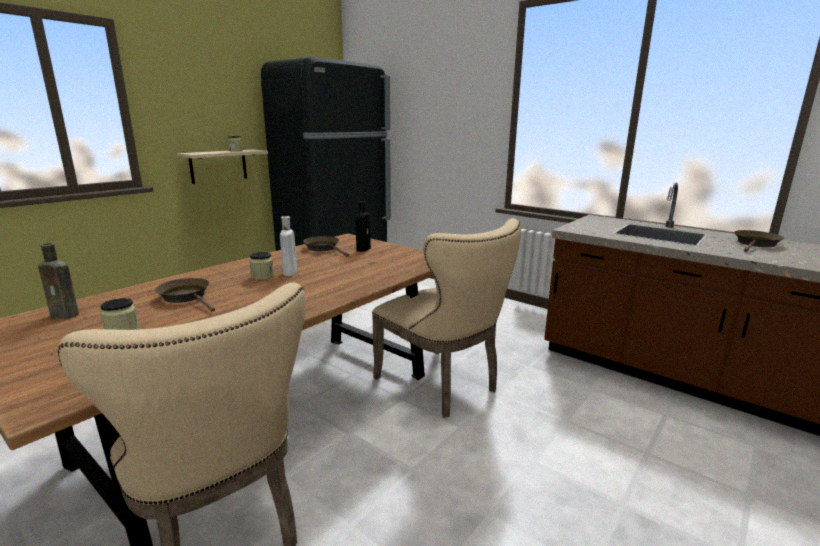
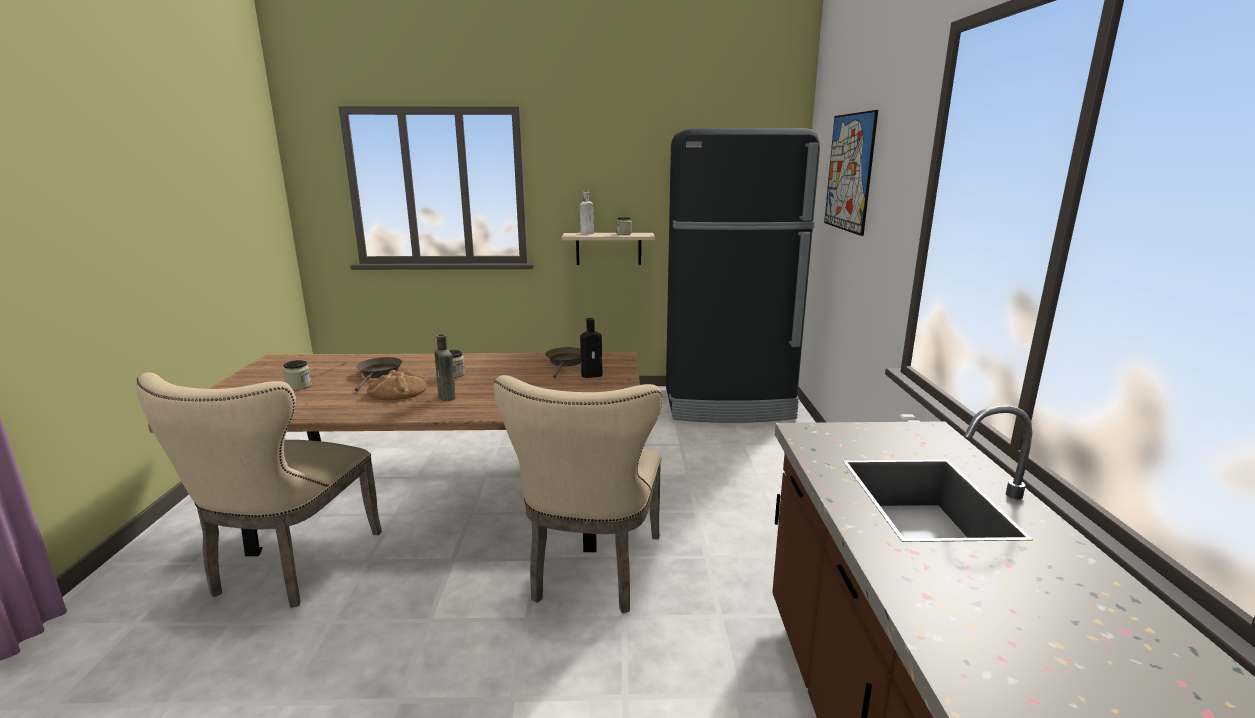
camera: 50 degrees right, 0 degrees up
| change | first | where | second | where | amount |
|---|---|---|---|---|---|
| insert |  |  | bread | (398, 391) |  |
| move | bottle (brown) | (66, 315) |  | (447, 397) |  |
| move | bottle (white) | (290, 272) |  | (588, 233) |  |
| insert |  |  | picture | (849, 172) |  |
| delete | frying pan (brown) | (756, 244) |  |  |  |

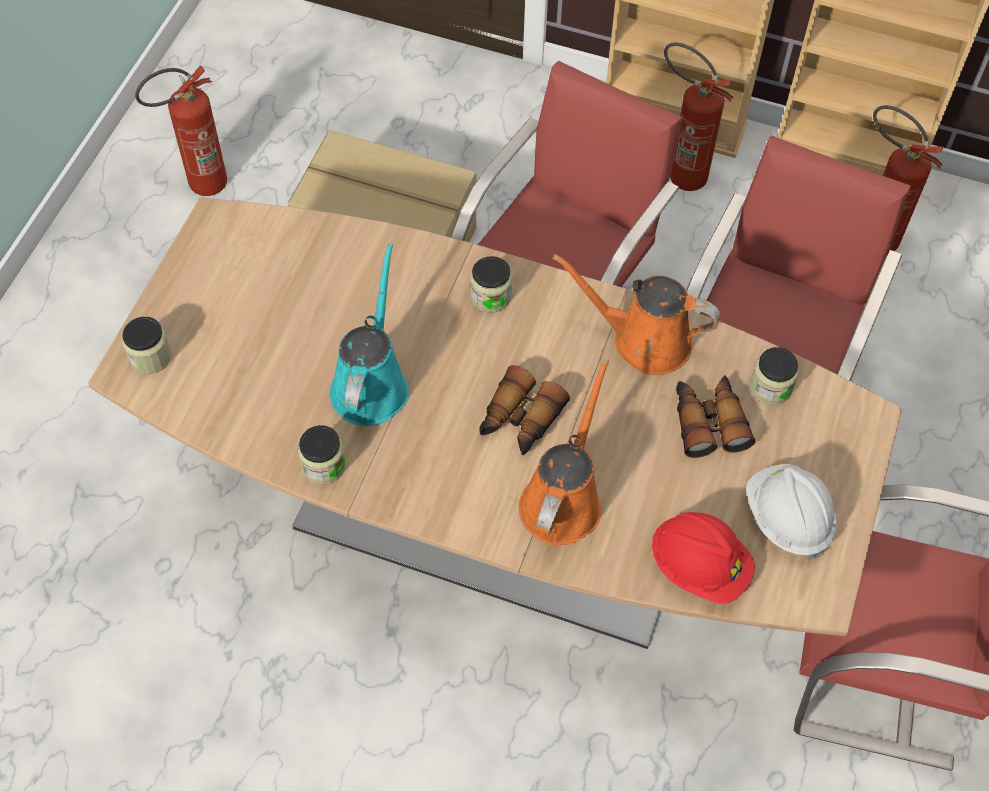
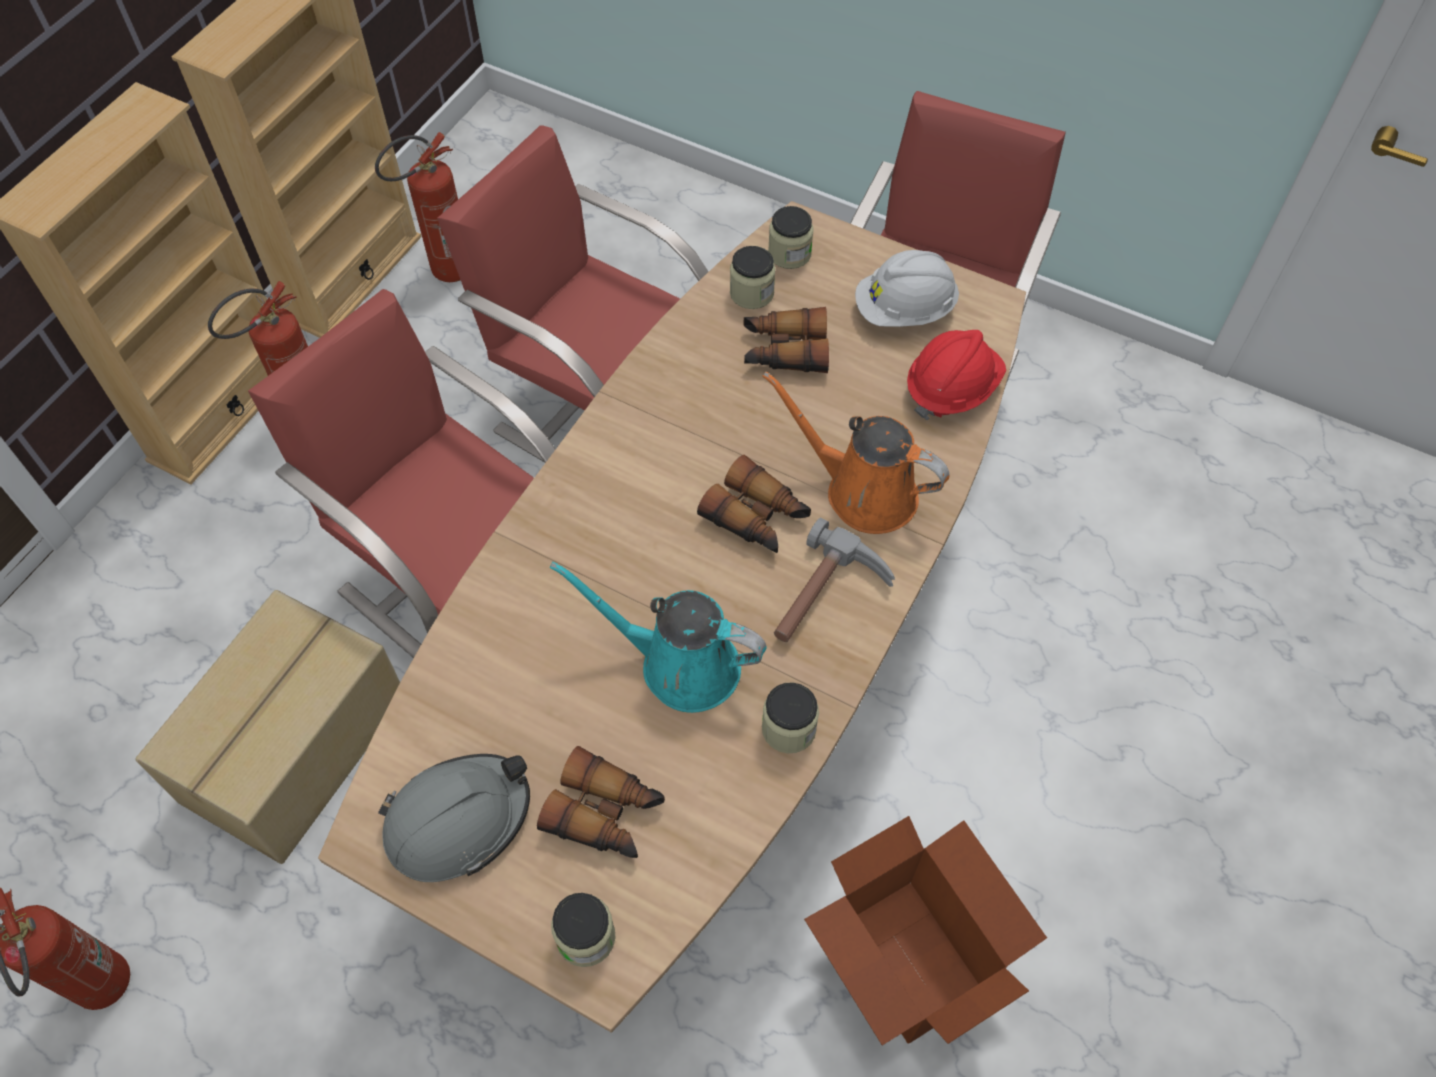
camera: 80 degrees left, 0 degrees up
| change | first | where | second | where | amount |
|---|---|---|---|---|---|
| insert |  |  | hard hat (grey) | (458, 820) |  |
| insert |  |  | binoculars | (605, 814) |  |
| move | jar | (490, 296) |  | (789, 253) |  |
| insert |  |  | hammer | (828, 599) |  |
| insert |  |  | cardboard box | (907, 962) |  |
| delete | watering can (orange) | (644, 340) |  |  |  |

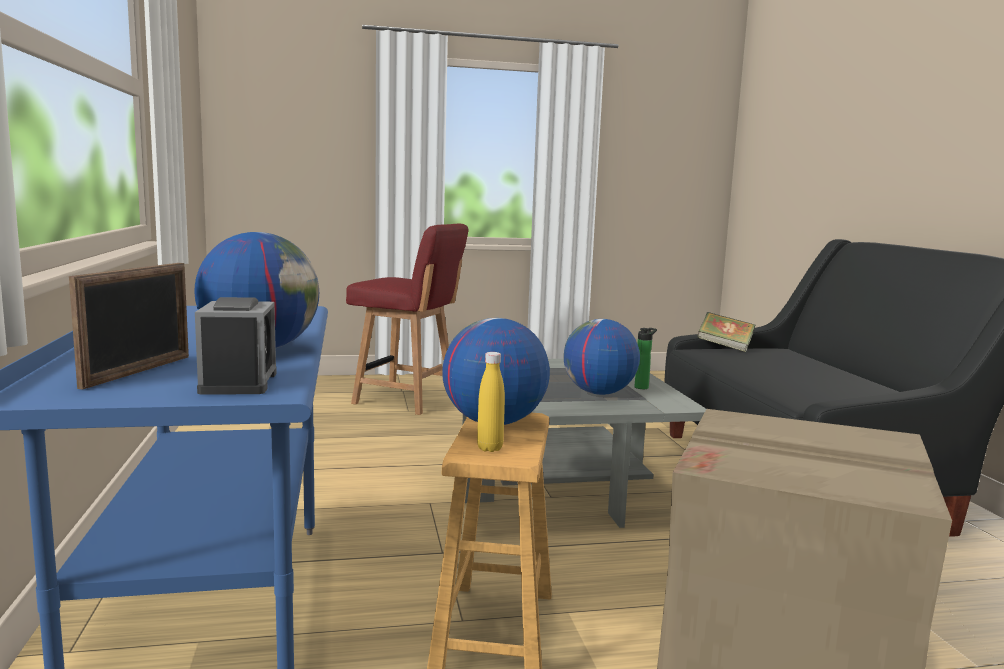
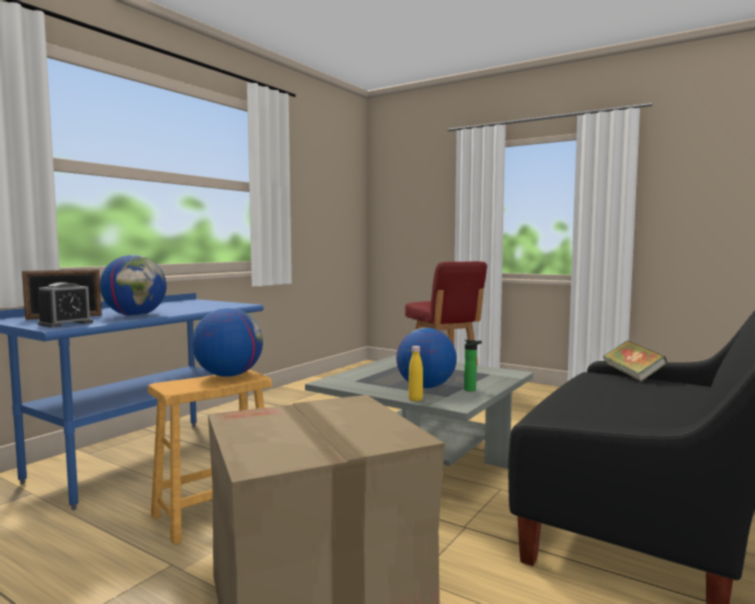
camera: 45 degrees right, 5 degrees down
| change | first | where | second | where | amount |
|---|---|---|---|---|---|
| move | bottle (yellow) | (490, 448) |  | (415, 399) |  |

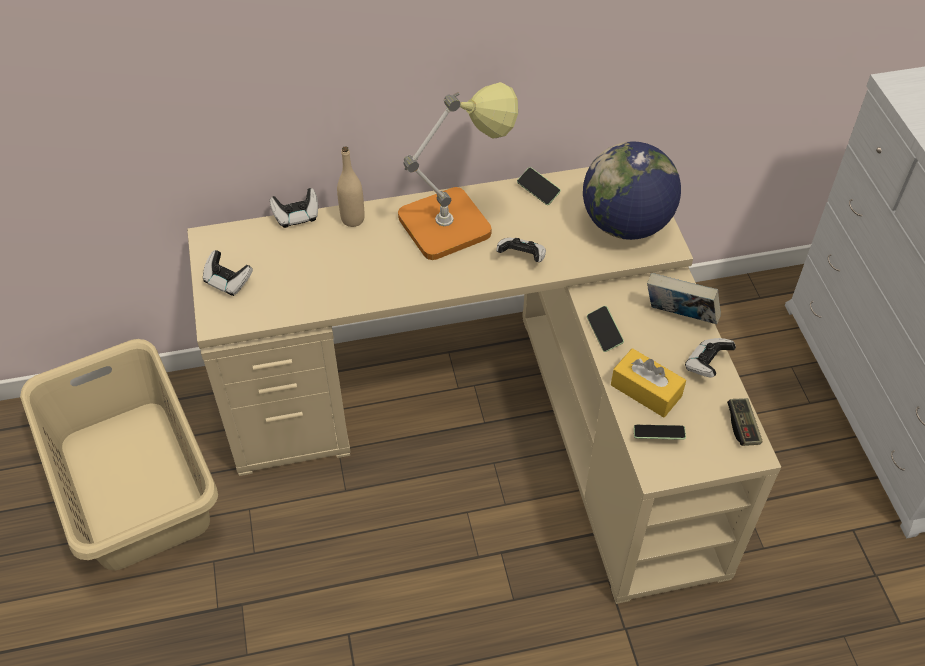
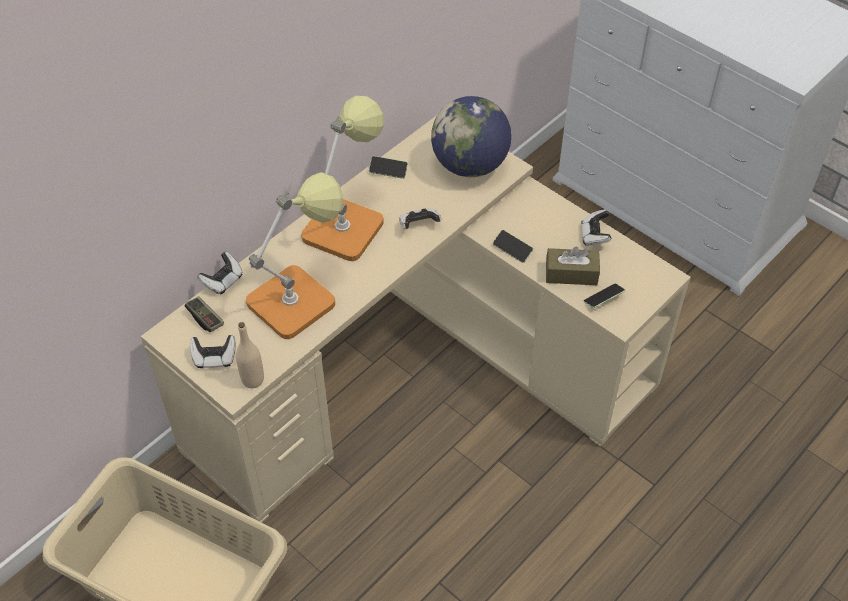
camera: 35 degrees left, 0 degrees up
| change | first | where | second | where | amount |
|---|---|---|---|---|---|
| move | game controller | (742, 426) |  | (205, 318) |  |
| move | bottle (beige) | (353, 219) |  | (253, 380) |  |
| insert |  |  | table lamp | (299, 297) |  |
| recolor | tissue box (yellow) | (646, 390) | tissue box (brown) | (571, 274) |  |
| delete | book | (679, 317) |  |  |  |

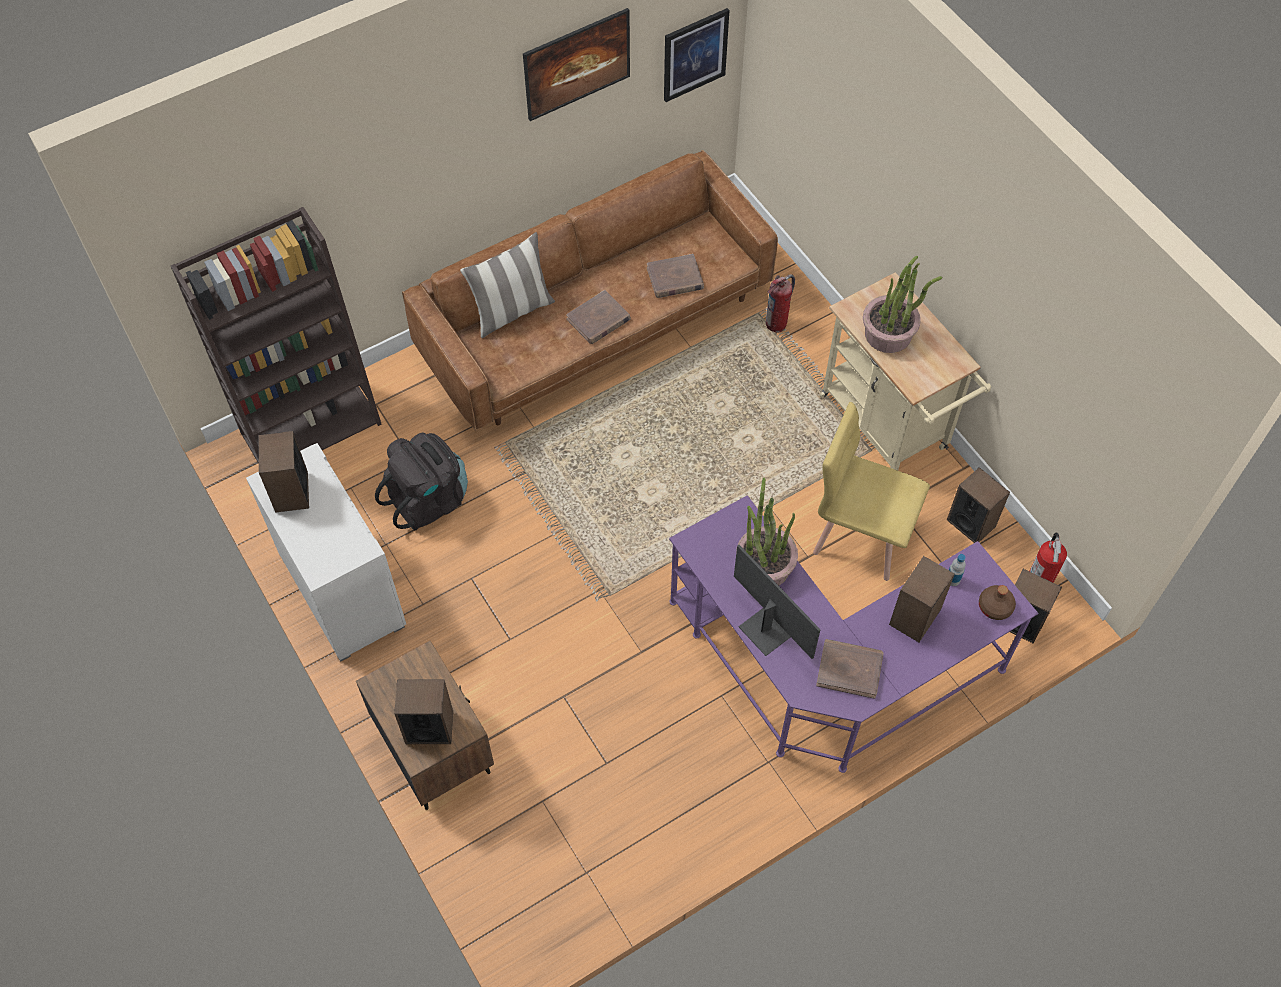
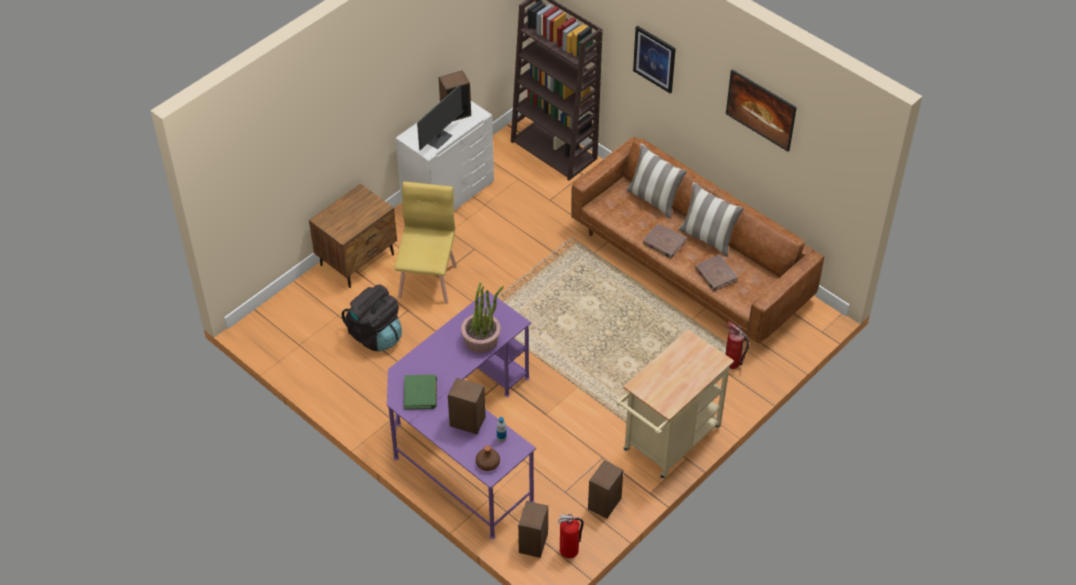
camera: 75 degrees right, 10 degrees down
| change | first | where | second | where | amount |
|---|---|---|---|---|---|
| move | backpack (black) | (429, 499) |  | (375, 335) |  |
| move | chair (yellow) | (861, 535) |  | (428, 280) |  |
| recolor | book (brown) | (849, 669) | book (green) | (420, 393) |  |
| move | monitor | (765, 630) |  | (438, 138) |  |
| move | picture | (695, 54) |  | (654, 59) |  |
| insert |  |  | pillow | (708, 238) |  |
| delete | speaker | (429, 727) |  |  |  |
| delete | potted plant | (888, 334) |  |  |  |

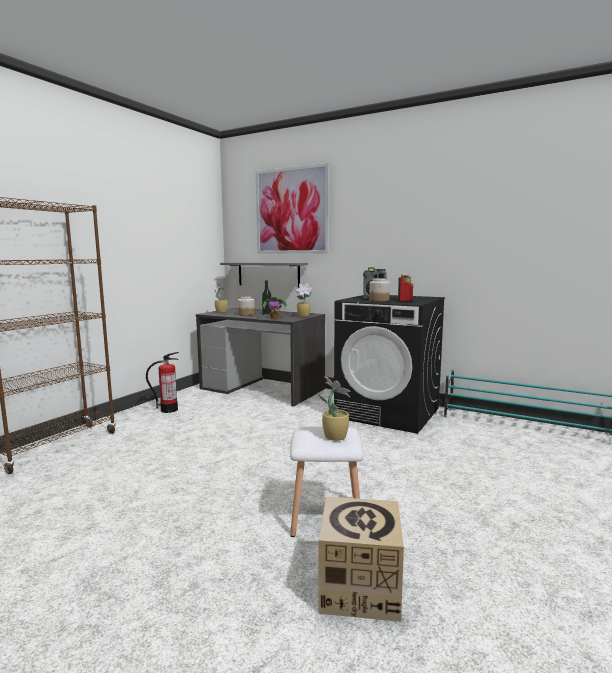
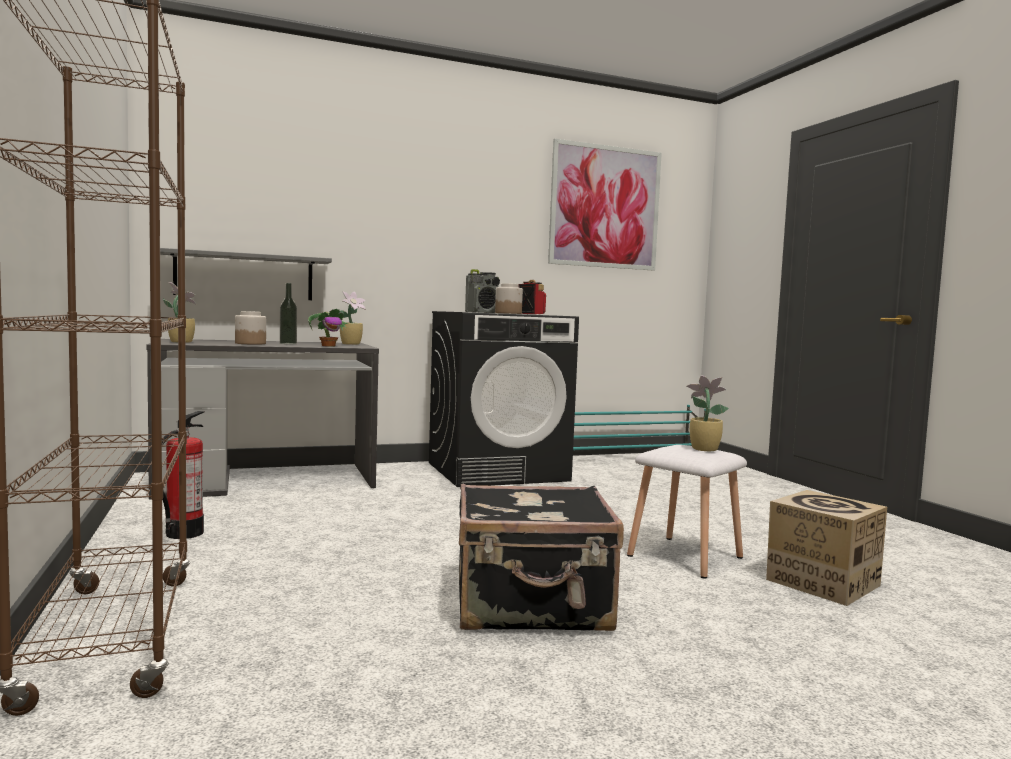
camera: 50 degrees left, 5 degrees down
| change | first | where | second | where | amount |
|---|---|---|---|---|---|
| insert |  |  | suitcase (black) | (532, 606) |  |
| move | picture | (291, 211) |  | (605, 207) |  |

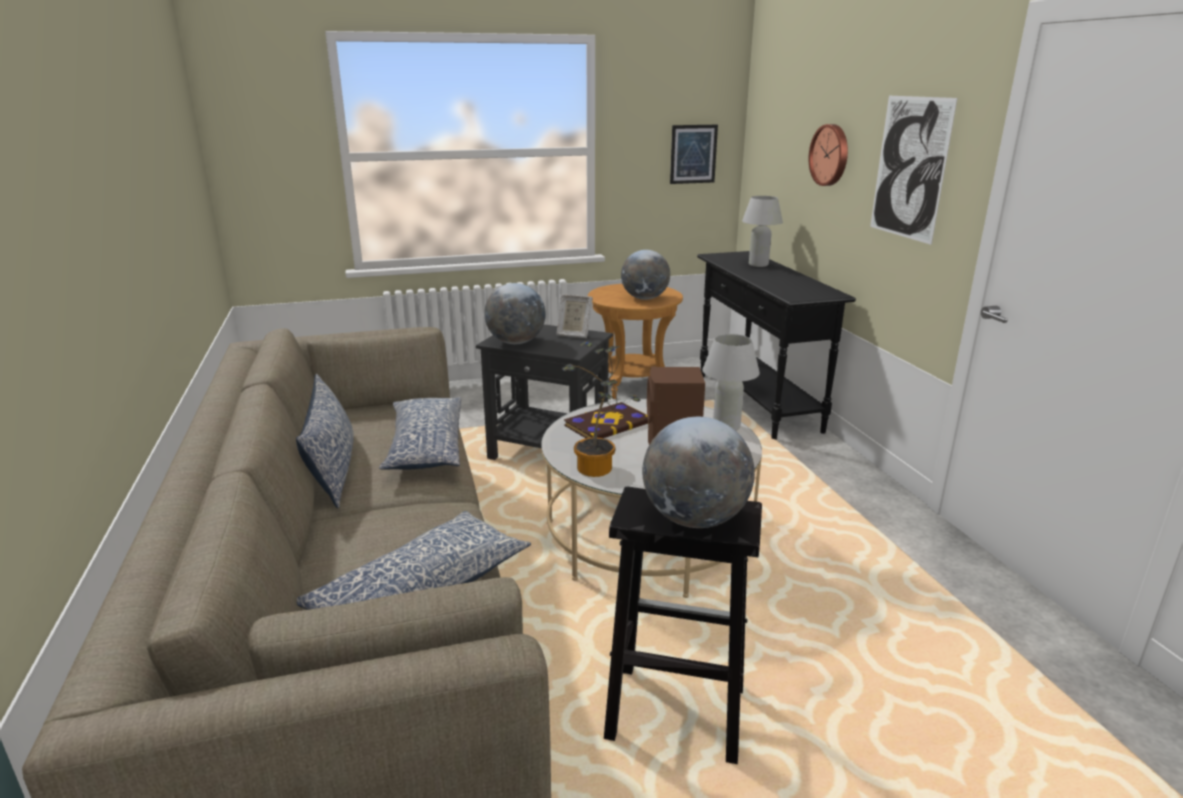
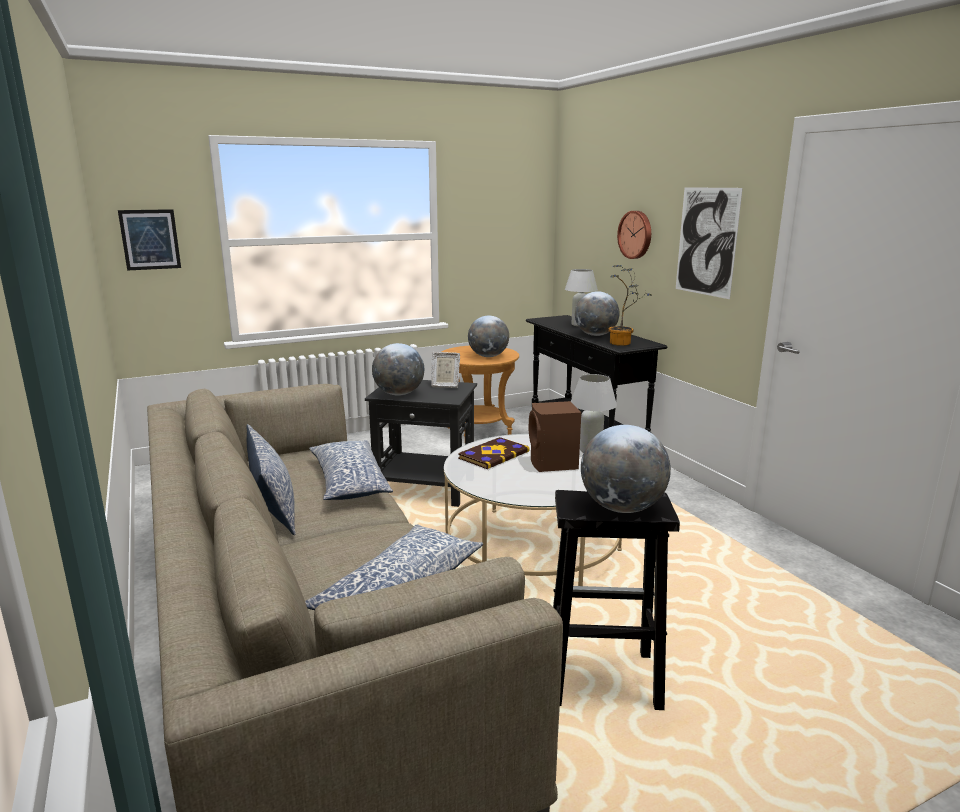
camera: 10 degrees left, 5 degrees down
| change | first | where | second | where | amount |
|---|---|---|---|---|---|
| move | picture | (693, 154) |  | (150, 239) |  |
| insert |  |  | globe | (595, 335) |  |
| move | potted plant | (599, 470) |  | (623, 343) |  |

